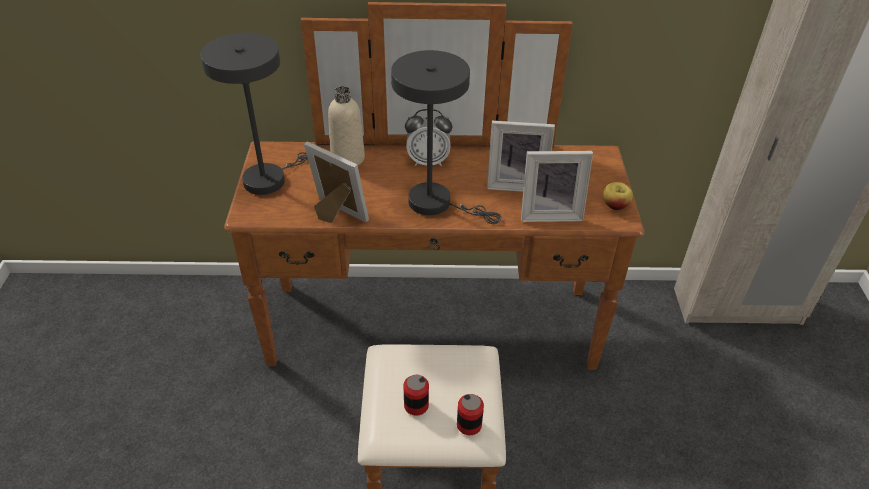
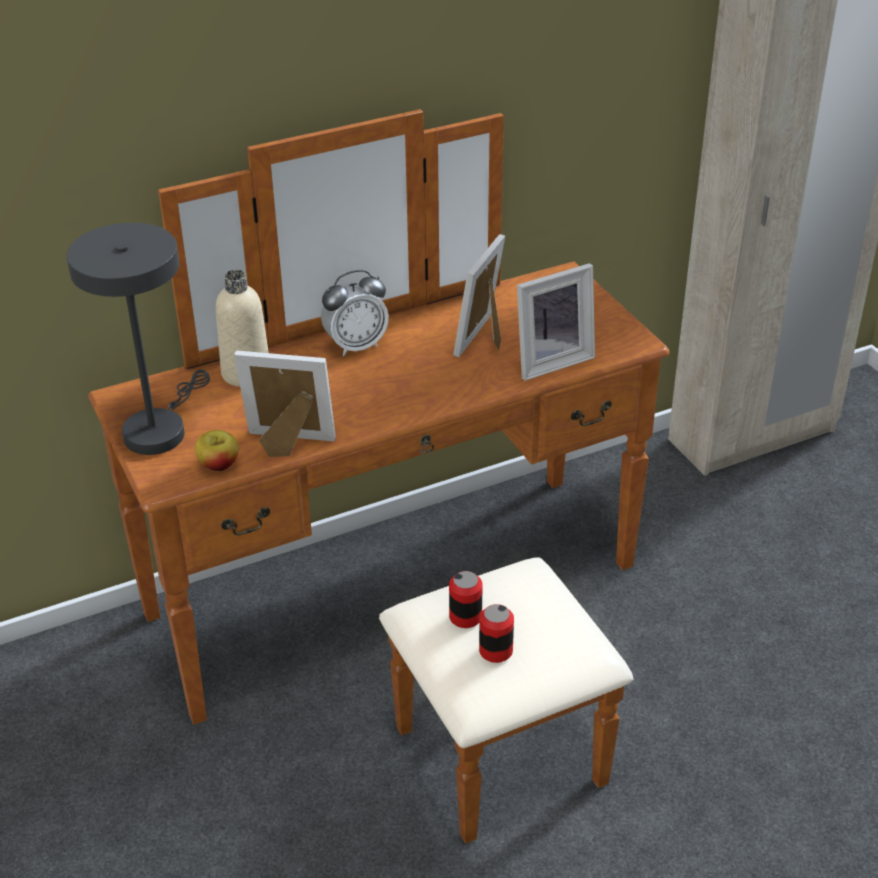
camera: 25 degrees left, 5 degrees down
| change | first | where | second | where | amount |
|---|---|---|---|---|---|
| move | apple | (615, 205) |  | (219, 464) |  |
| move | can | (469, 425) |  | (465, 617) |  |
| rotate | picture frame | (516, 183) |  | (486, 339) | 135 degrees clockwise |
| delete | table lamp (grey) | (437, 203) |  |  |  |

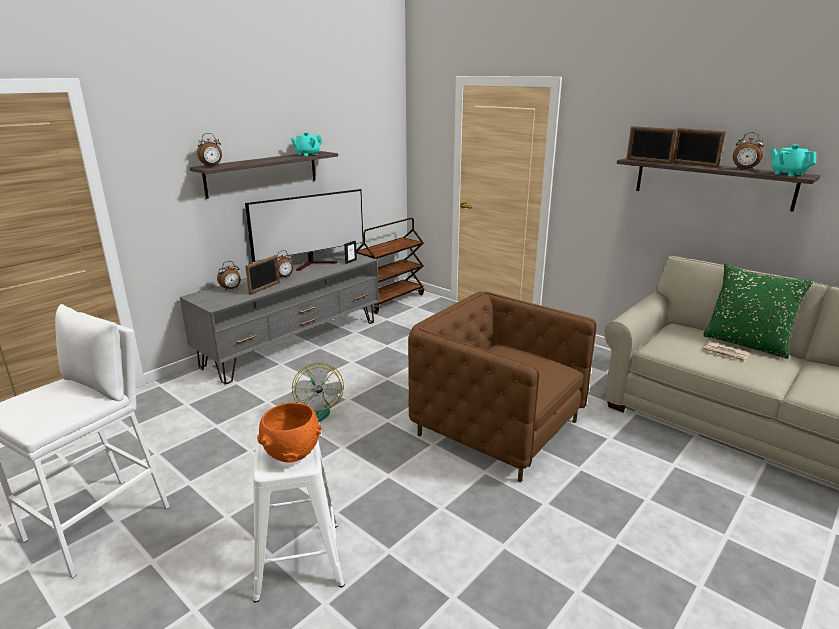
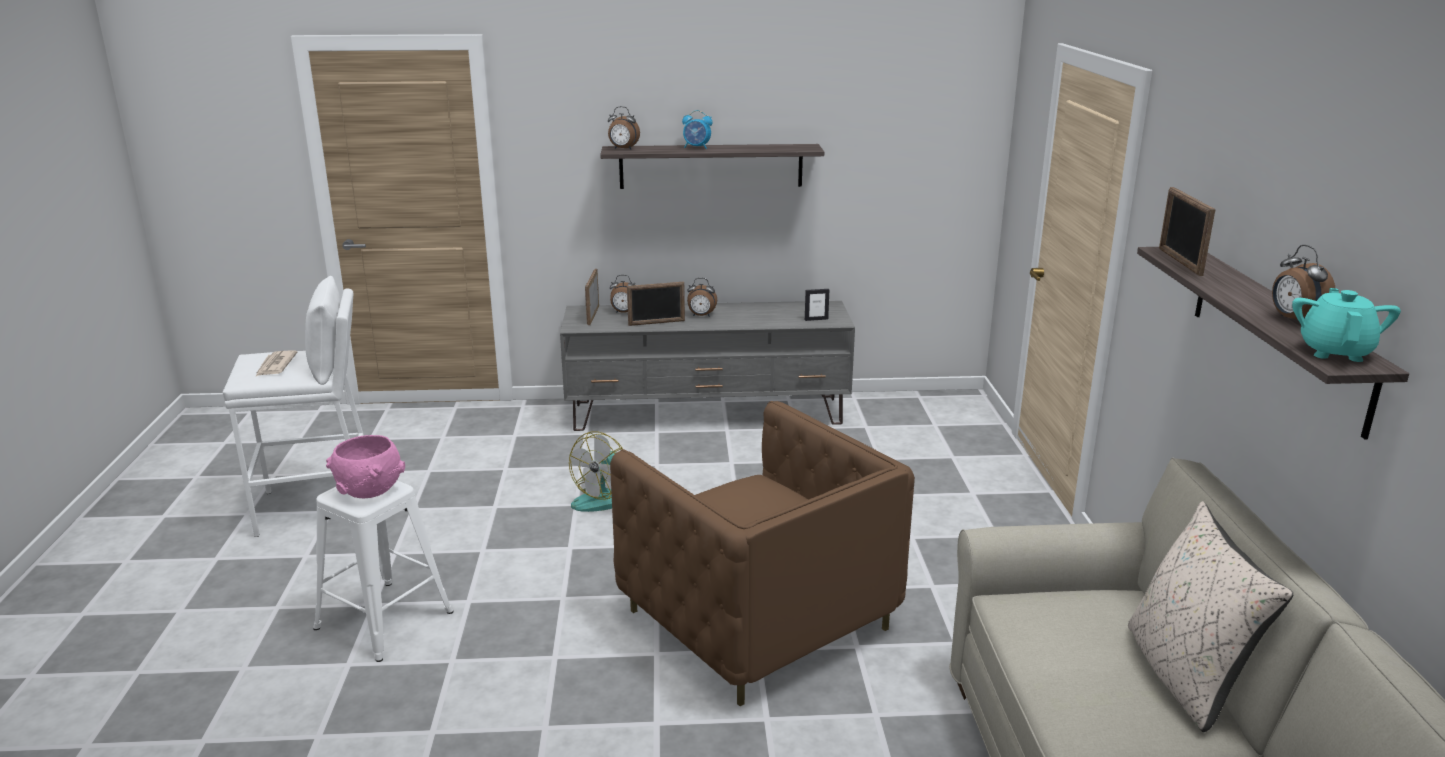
camera: 45 degrees right, 0 degrees up
| change | first | where | second | where | amount |
|---|---|---|---|---|---|
| move | newspaper | (725, 353) |  | (275, 366) |  |
| recolor | bowl (orange) | (292, 453) | bowl (pink) | (370, 491) |  |
| move | picture frame | (694, 164) |  | (593, 315) |  |
| rotate | armchair (brown) | (498, 428) |  | (757, 620) | 150 degrees clockwise |
| insert |  |  | alarm clock | (697, 147) |  |
| recolor | pillow (green) | (746, 343) | pillow (beige) | (1185, 676) |  |
| delete | television | (315, 264) |  |  |  |
| delete | teapot (turquoise) | (307, 154) |  |  |  |
| delete | cart (brown) | (390, 300) |  |  |  |

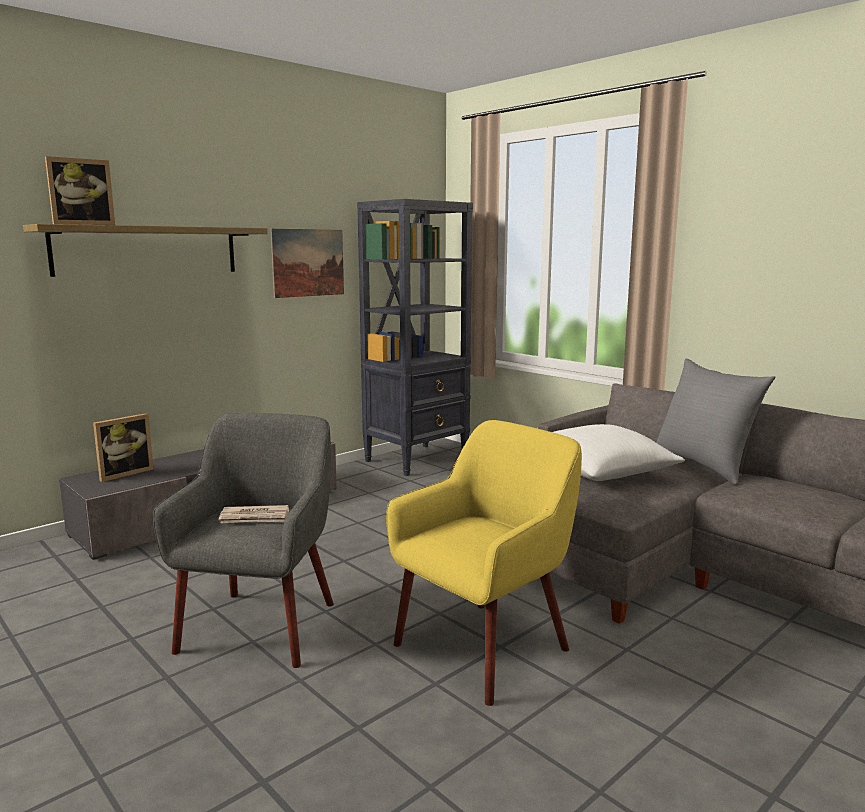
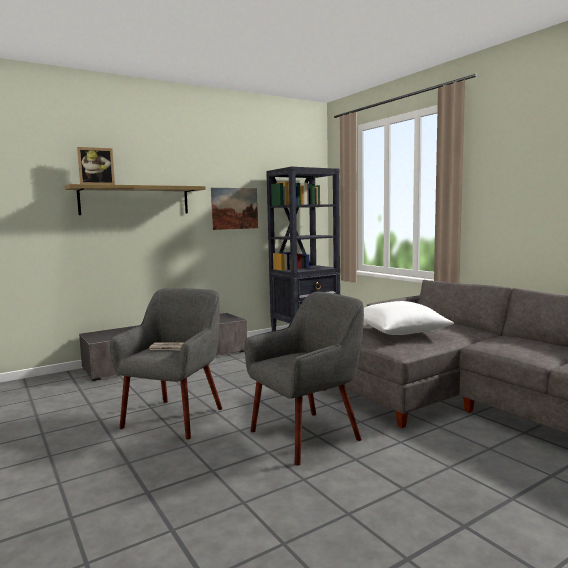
camera: 10 degrees right, 5 degrees down
| change | first | where | second | where | amount |
|---|---|---|---|---|---|
| recolor | armchair (yellow) | (484, 647) | armchair (grey) | (307, 435) |  |
| delete | picture frame | (124, 473) |  |  |  |
| delete | pillow (grey) | (704, 466) |  |  |  |

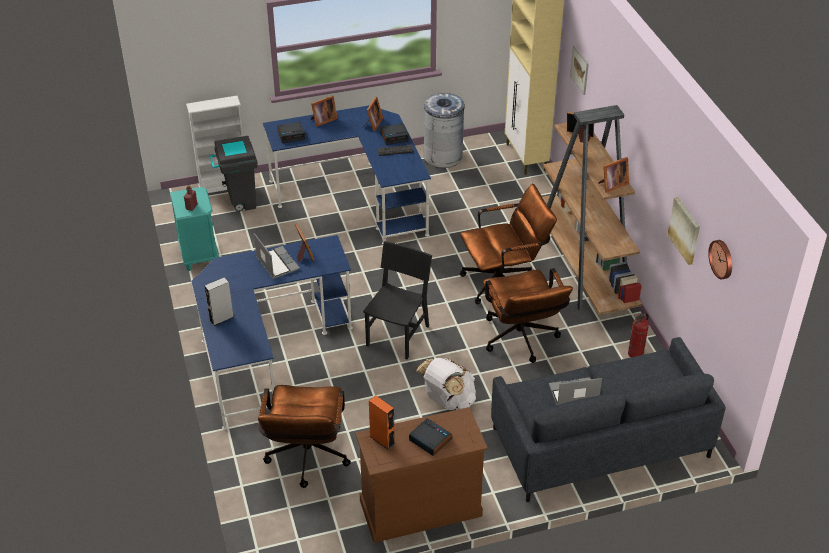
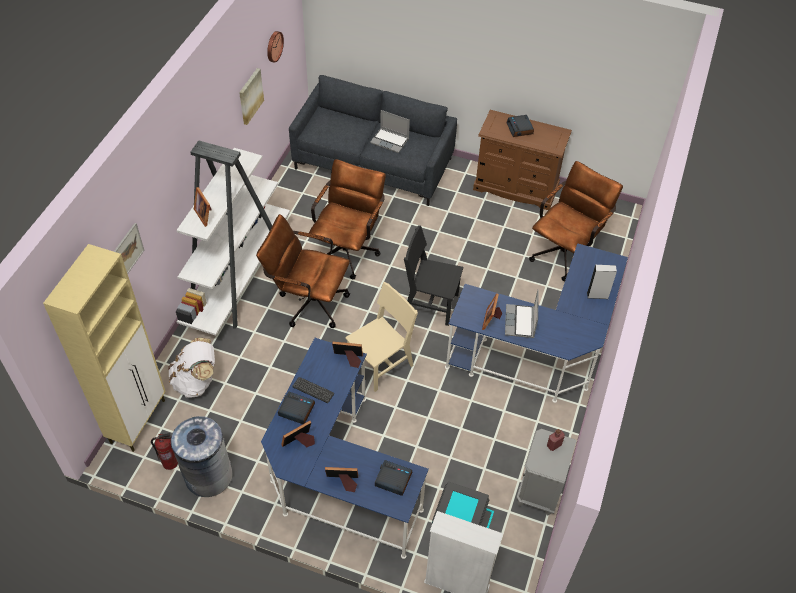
camera: 145 degrees left, 10 degrees up
| change | first | where | second | where | amount |
|---|---|---|---|---|---|
| move | fire extinguisher | (635, 354) |  | (170, 462) |  |
| move | backpack (white) | (447, 400) |  | (197, 381) |  |
| recolor | bookcase (brown) | (582, 268) | bookcase (white) | (238, 278) |  |
| move | picture frame | (612, 185) |  | (348, 359) |  |
| insert |  |  | chair (beige) | (381, 364) |  |
| rotate | chair (black) | (398, 335) |  | (430, 304) | 45 degrees clockwise |
| recolor | nightstand (turquoise) | (198, 255) | nightstand (grey) | (539, 491) |  |
| delete | speaker (orange) | (382, 440) |  |  |  |

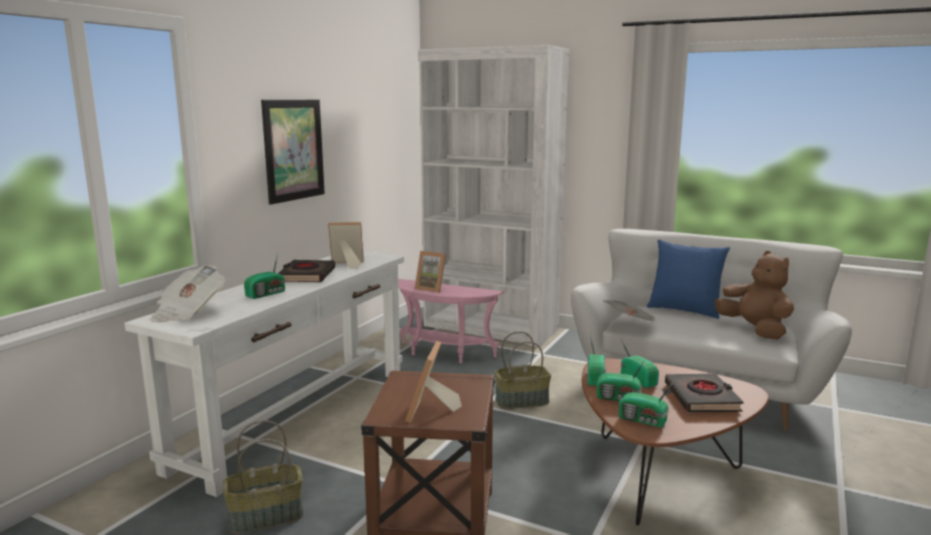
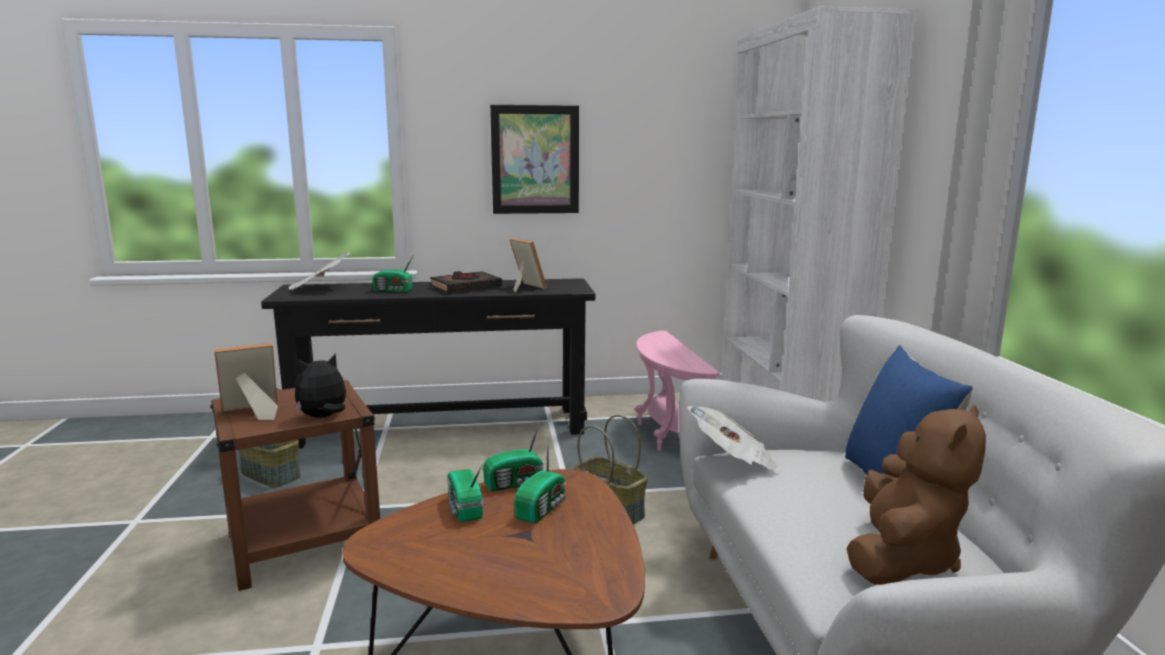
camera: 55 degrees right, 0 degrees up
| change | first | where | second | where | amount |
|---|---|---|---|---|---|
| recolor | console table (white) | (297, 417) | console table (black) | (442, 427) |  |
| insert |  |  | plush toy | (323, 417) |  |
| delete | picture frame | (432, 288) |  |  |  |
| delete | radio | (643, 420) |  |  |  |
| delete | book (black) | (702, 398) |  |  |  |

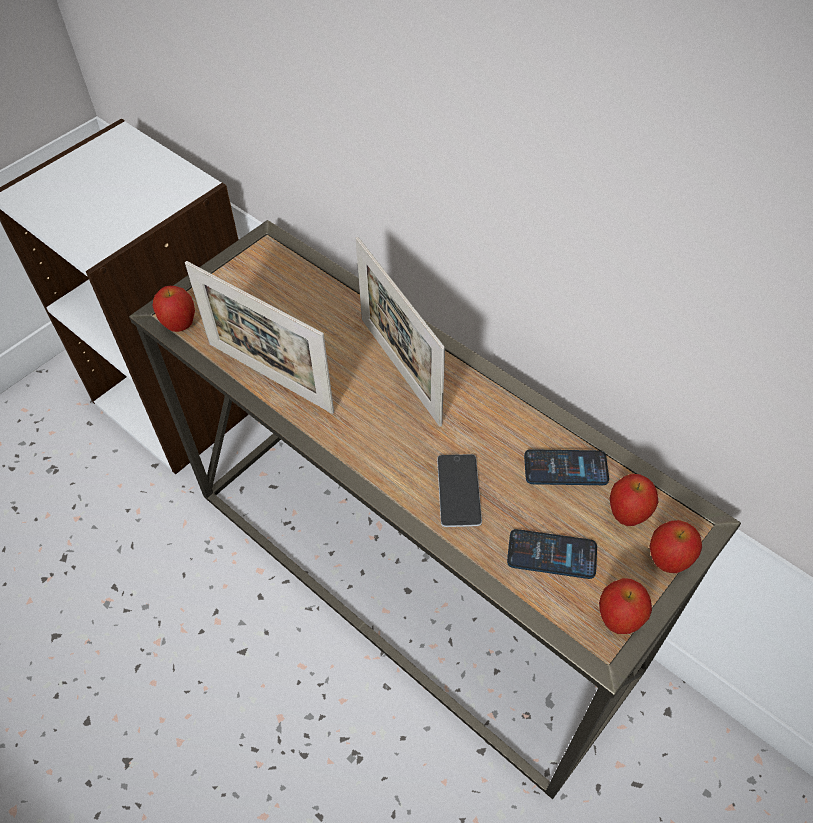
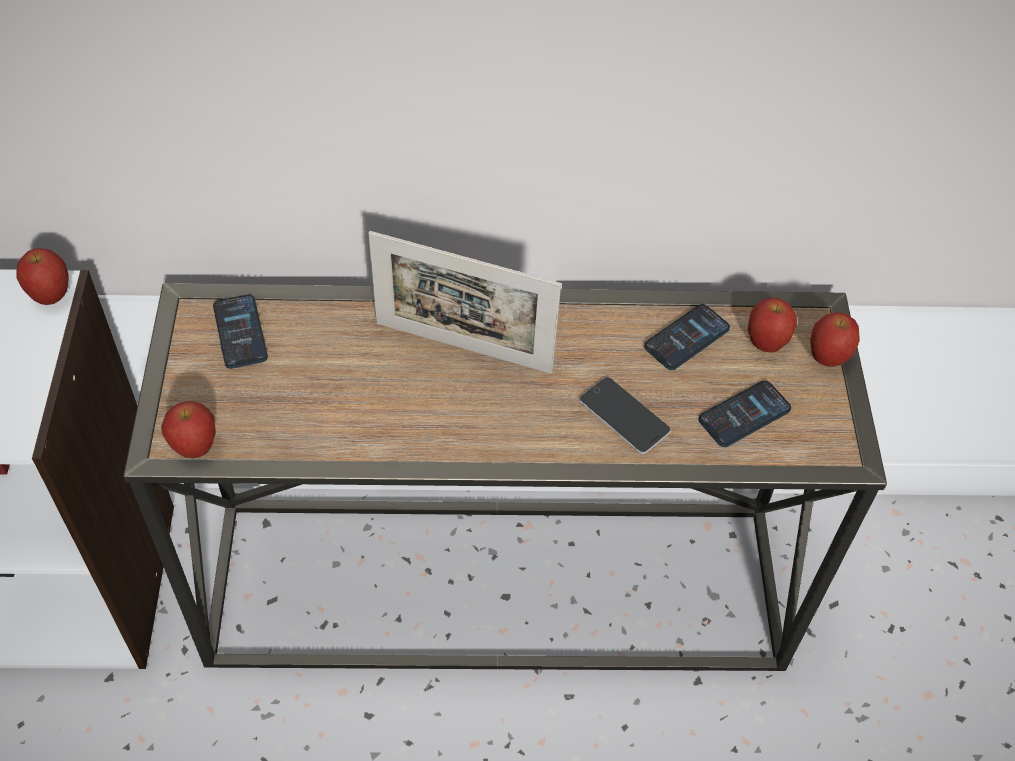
camera: 45 degrees left, 0 degrees up
| change | first | where | second | where | amount |
|---|---|---|---|---|---|
| move | apple | (618, 620) |  | (51, 296) |  |
| insert |  |  | phone | (240, 332) |  |
| delete | picture frame | (269, 377) |  |  |  |

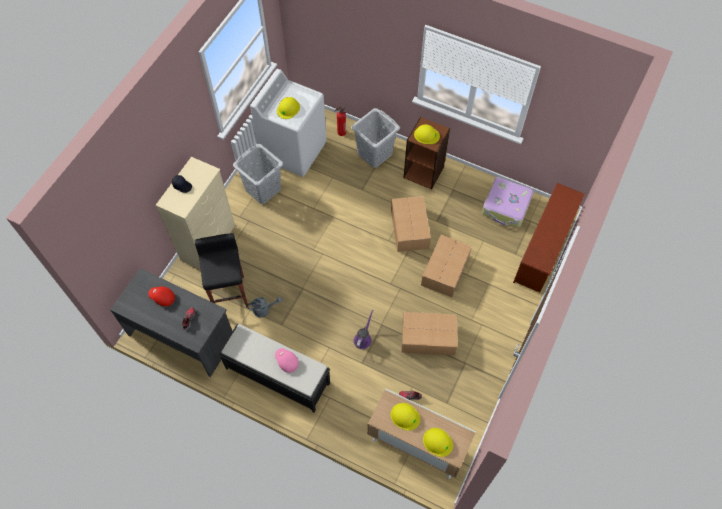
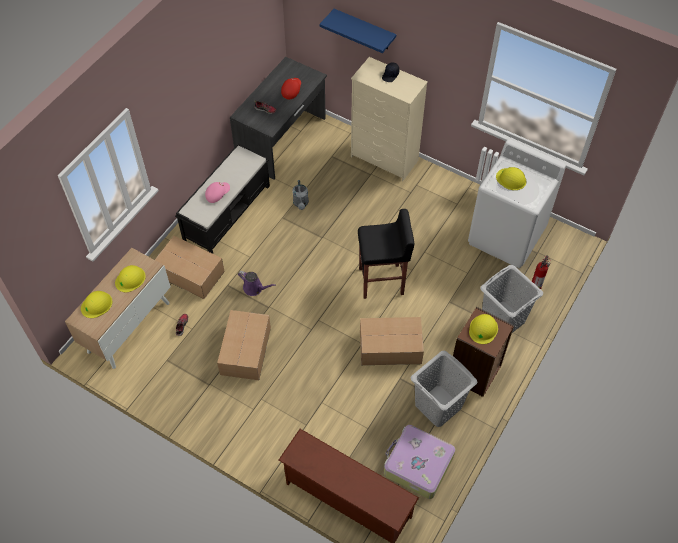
camera: 95 degrees right, 5 degrees down
| change | first | where | second | where | amount |
|---|---|---|---|---|---|
| move | cardboard box | (444, 271) |  | (190, 273) |  |
| insert |  |  | shelf (blue) | (364, 30) |  |
| move | stool (black) | (230, 293) |  | (382, 282) |  |
| move | laundry basket (grey) | (263, 189) |  | (438, 406) |  |

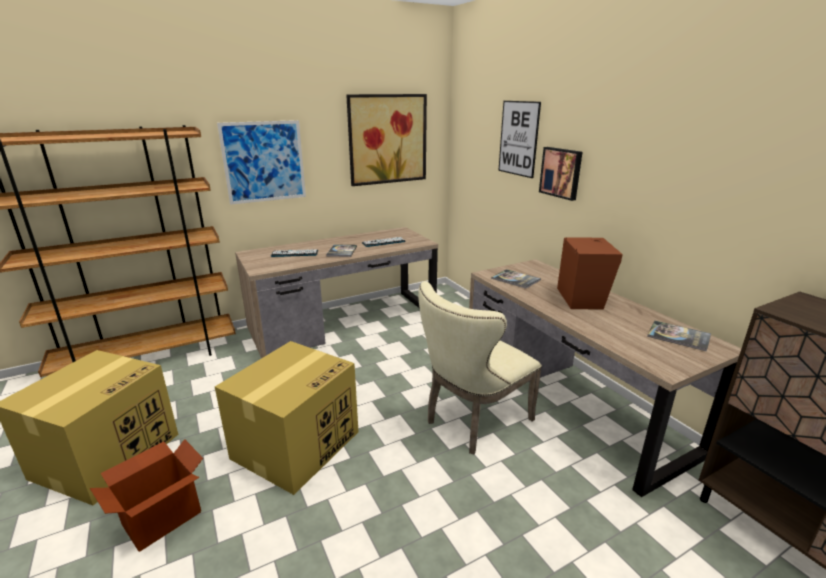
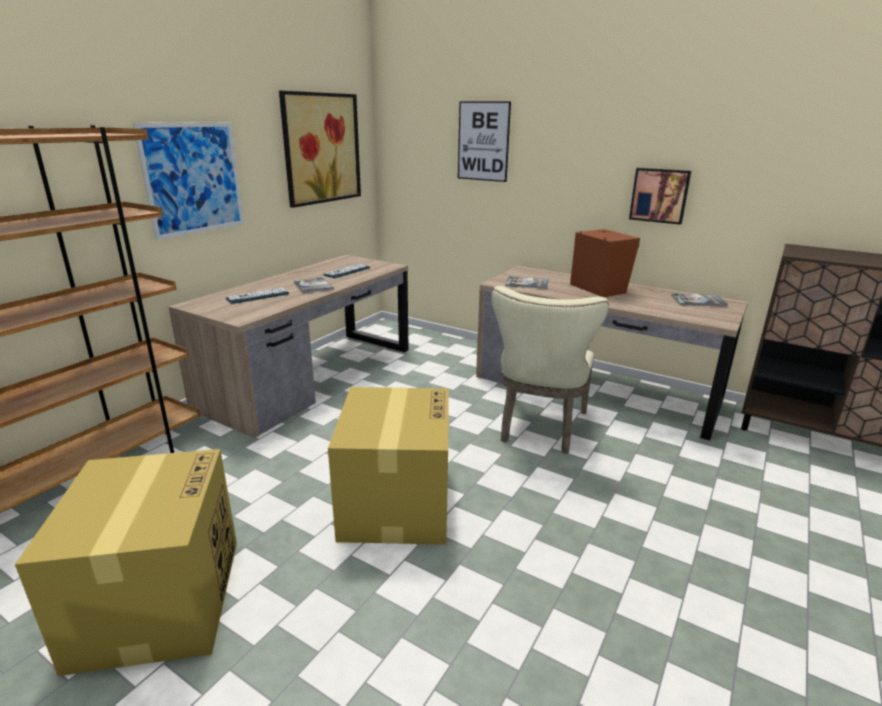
camera: 30 degrees left, 0 degrees up
| change | first | where | second | where | amount |
|---|---|---|---|---|---|
| move | picture | (561, 172) |  | (659, 195) |  |
| delete | cardboard box | (161, 518) |  |  |  |

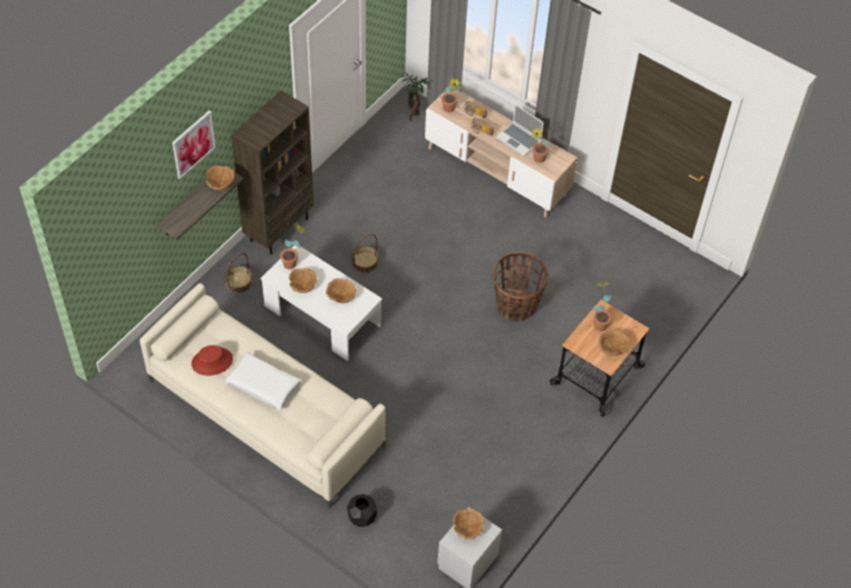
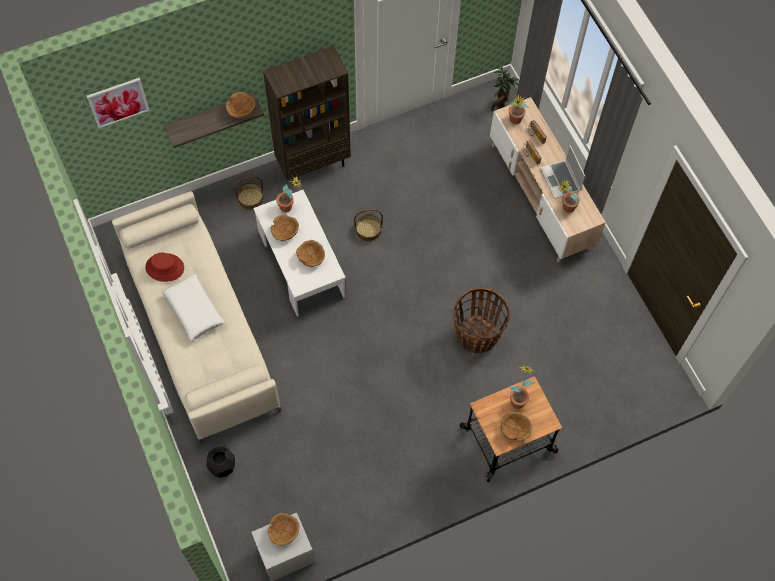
camera: 30 degrees right, 10 degrees up
| change | first | where | second | where | amount |
|---|---|---|---|---|---|
| move | picture | (193, 144) |  | (118, 102) |  |

